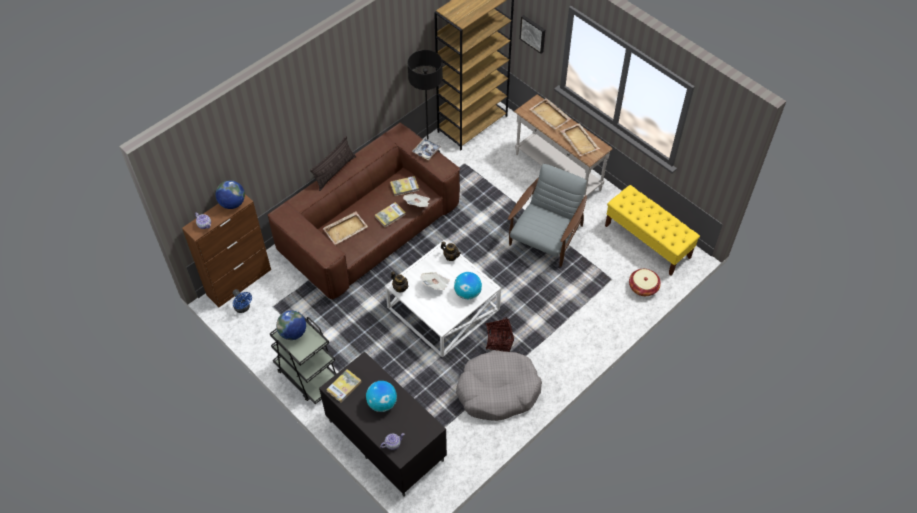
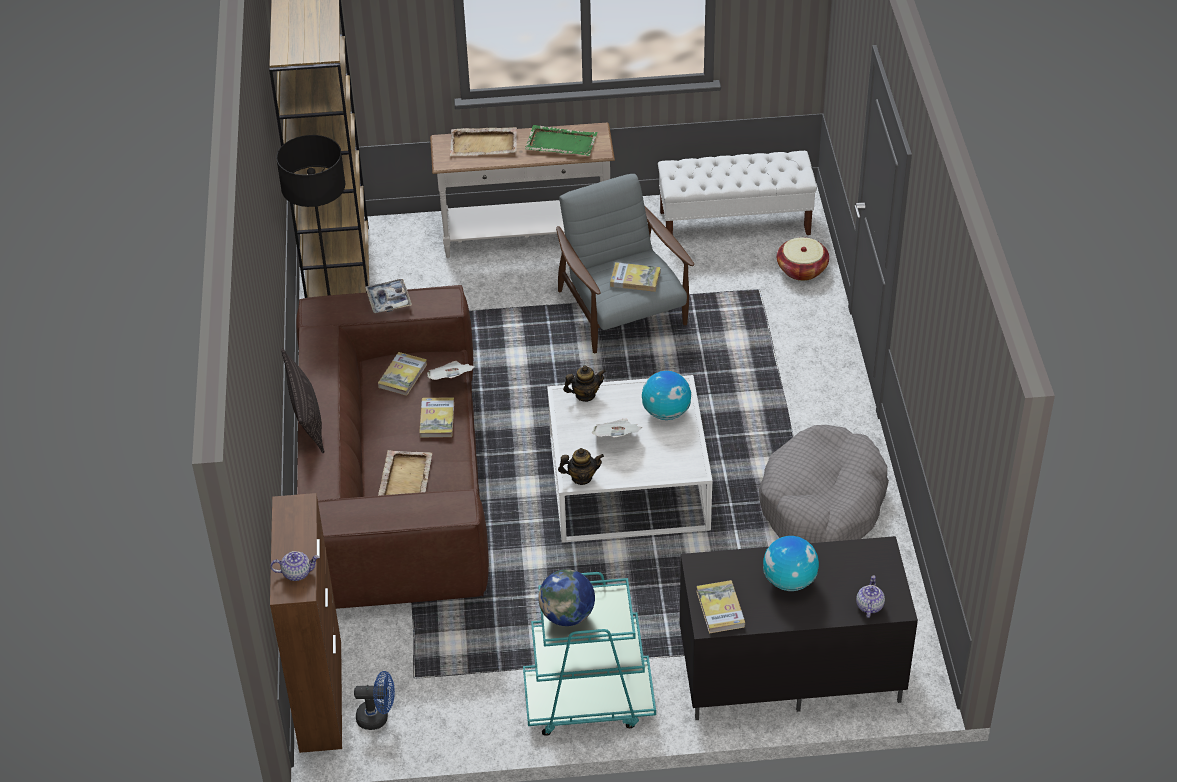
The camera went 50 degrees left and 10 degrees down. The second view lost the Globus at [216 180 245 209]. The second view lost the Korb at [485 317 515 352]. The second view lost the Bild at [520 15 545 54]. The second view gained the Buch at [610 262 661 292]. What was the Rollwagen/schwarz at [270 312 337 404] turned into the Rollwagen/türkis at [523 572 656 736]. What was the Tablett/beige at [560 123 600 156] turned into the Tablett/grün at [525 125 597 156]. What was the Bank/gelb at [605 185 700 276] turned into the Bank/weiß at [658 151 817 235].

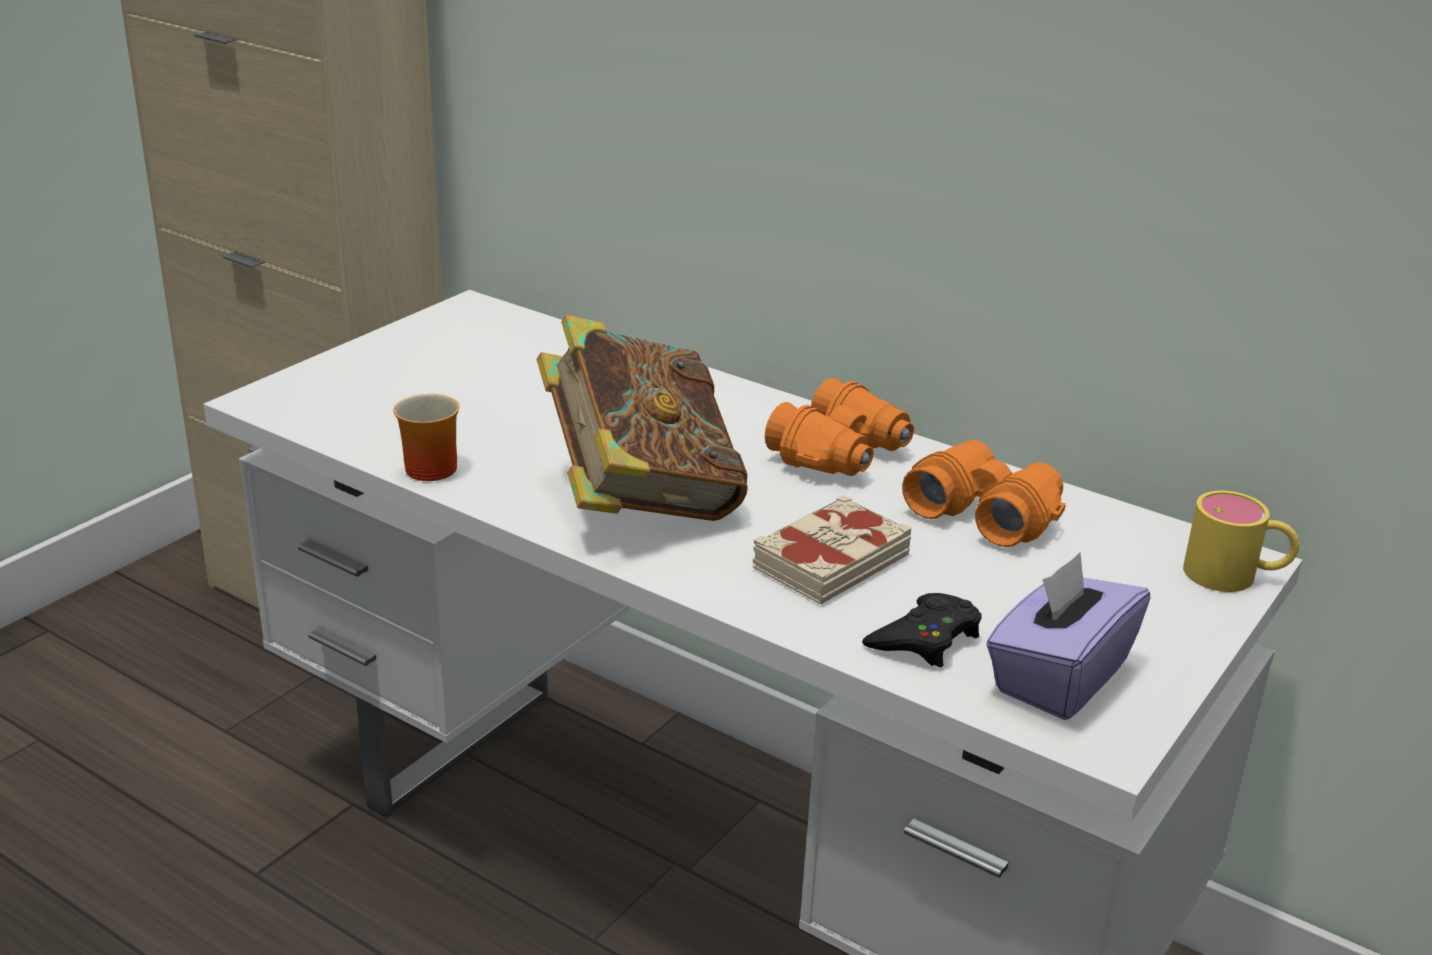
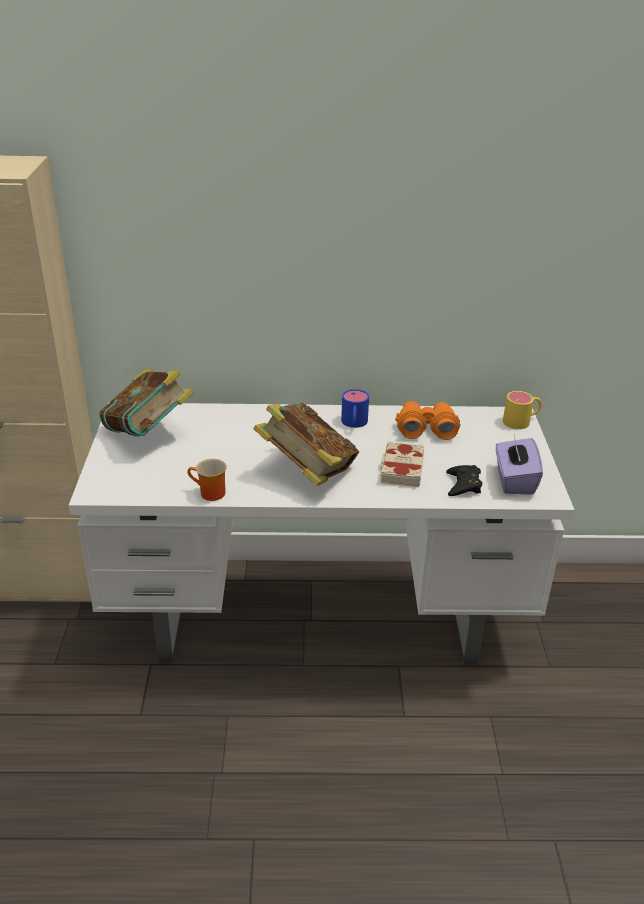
The camera went 35 degrees left and 5 degrees up. The second view gained the Buch at [99 369 194 437]. Where the Fernglas/orange stood at [765 378 914 476], the Henkelbecher/blau came to stand at [341 389 369 428].

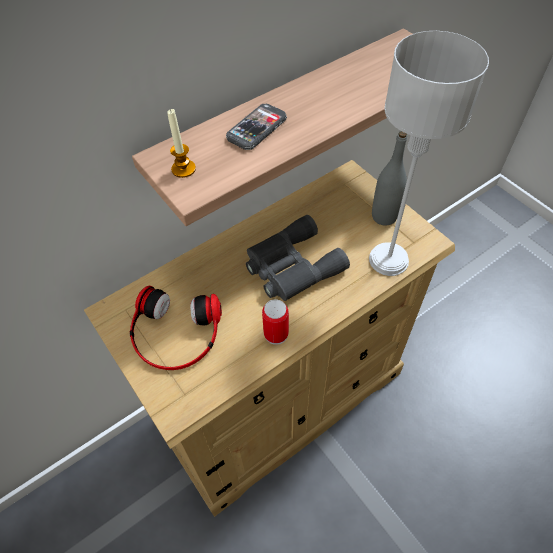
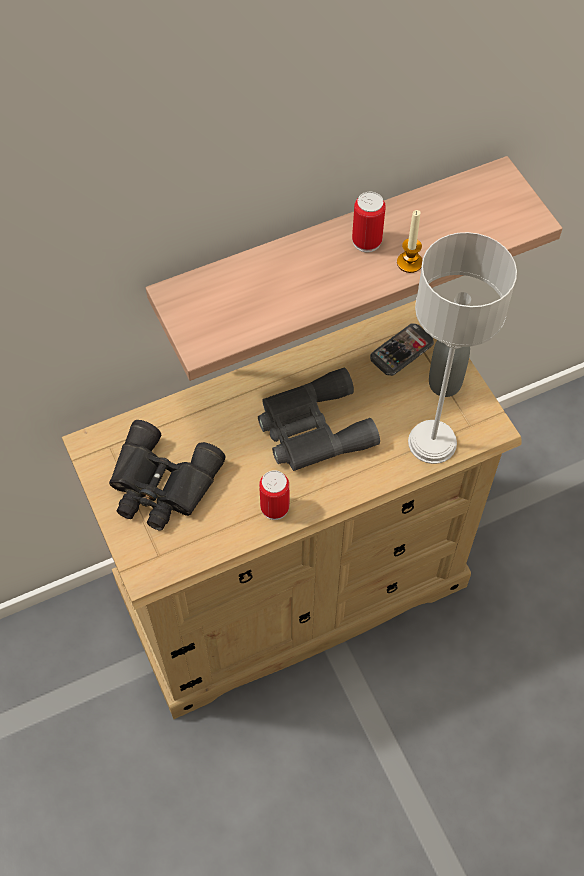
The camera went 10 degrees right and 5 degrees up. The second view gained the Dose at [352 192 386 252]. The Kerze ended up elsewhere, having gone from [168 109 196 178] to [397 210 422 273]. The Handy ended up elsewhere, having gone from [226 104 287 150] to [370 323 434 376]. Where the Kopfhörer stood at [130 286 222 370], the Fernglas/schwarz came to stand at [109 420 225 531].

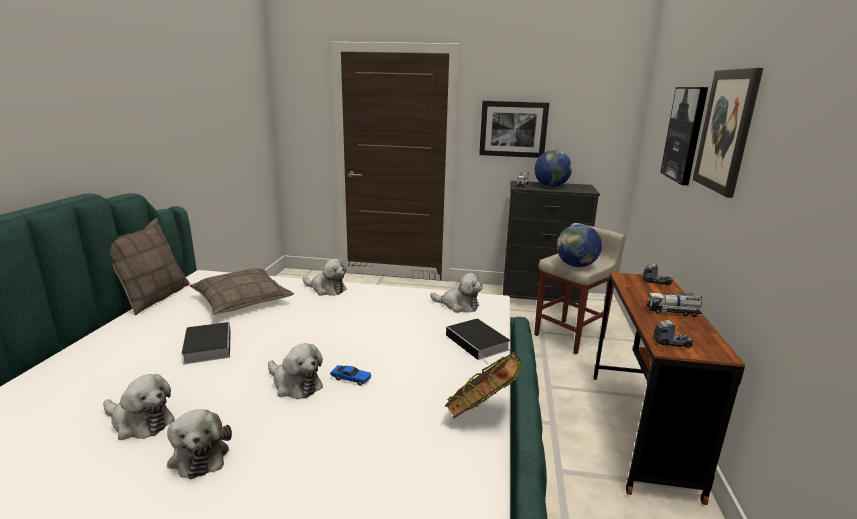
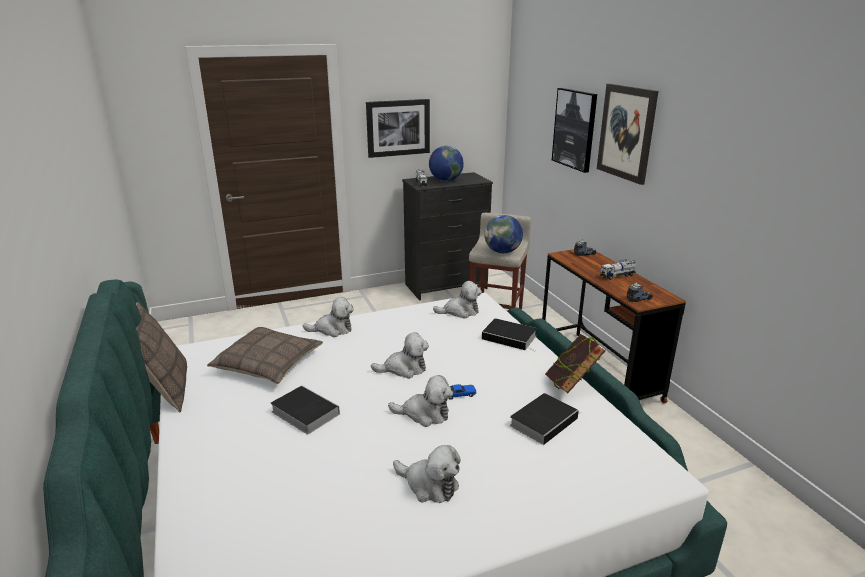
The camera went 30 degrees left and 5 degrees up. The second view gained the Buch at [510 393 580 445]. The Plüschtier ended up elsewhere, having gone from [103 374 175 440] to [371 332 429 379].

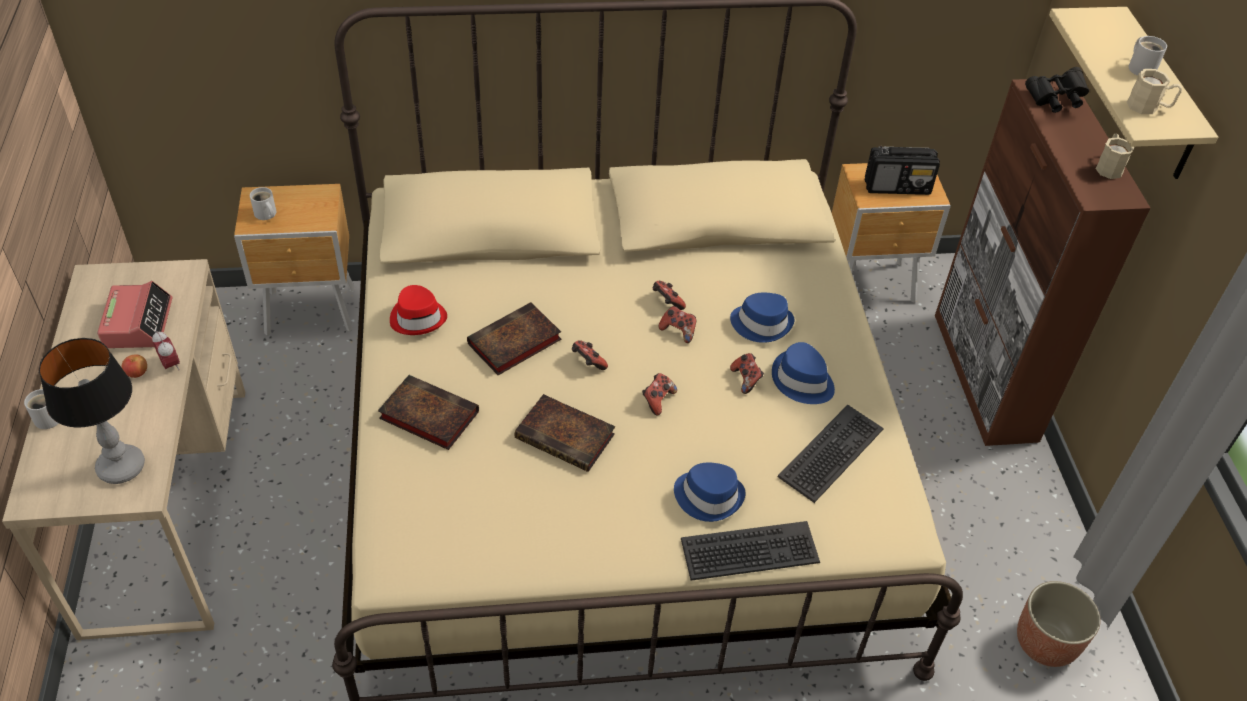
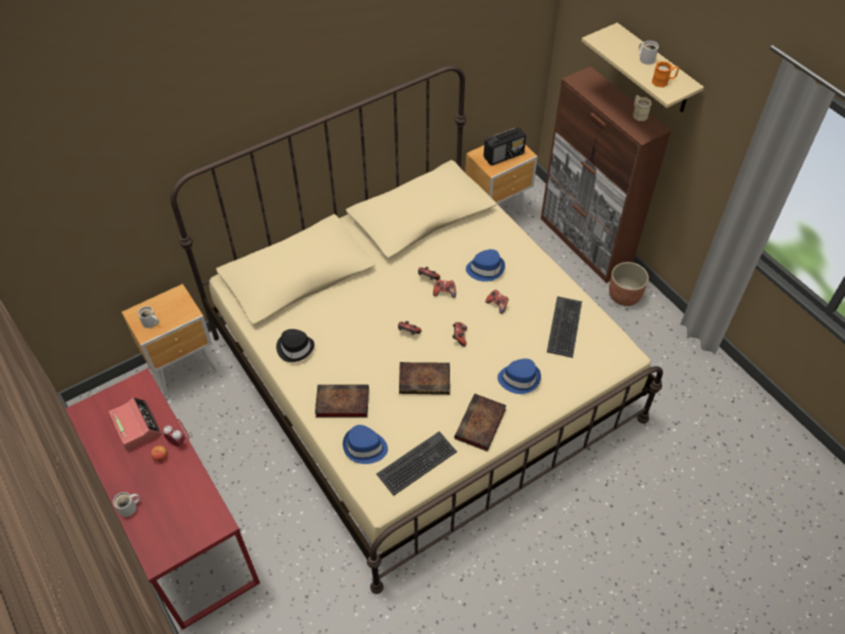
The camera went 25 degrees left and 5 degrees up. The second view lost the Tischlampe at [39 338 145 484]. The second view lost the Fernglas/schwarz at [1025 67 1089 113]. The Buch ended up elsewhere, having gone from [467 302 561 375] to [454 394 507 452]. The Tastatur ended up elsewhere, having gone from [681 521 820 581] to [377 431 457 496]. The Hut/blau ended up elsewhere, having gone from [772 342 835 404] to [343 425 388 464]. The Pflanzkübel ended up elsewhere, having gone from [1017 581 1101 667] to [609 262 649 306]. What was the Schreibtisch/beige at [2 259 245 640] turned into the Schreibtisch/rot at [65 368 260 630]. What was the Hut/rot at [390 285 447 335] turned into the Hut/schwarz at [276 329 315 362]. What was the Henkelbecher/beige at [1127 69 1182 114] turned into the Henkelbecher/orange at [652 61 679 88].

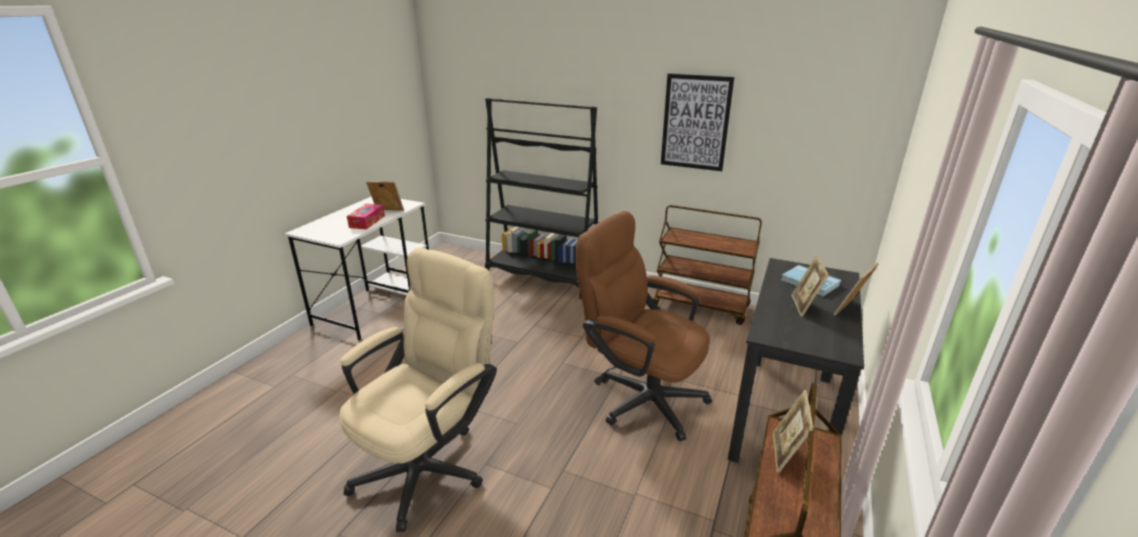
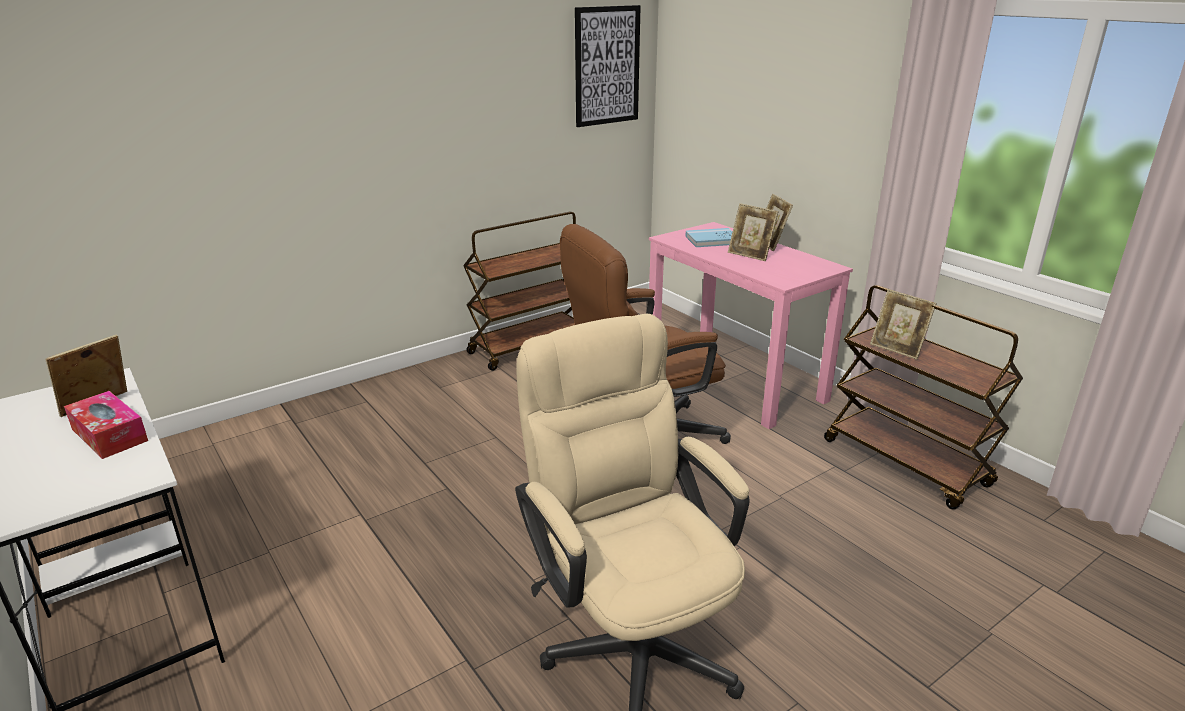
The camera went 60 degrees left and 0 degrees up. The second view lost the Bücherregal/schwarz at [485 98 599 299]. The Bild ended up elsewhere, having gone from [661 73 734 171] to [575 5 641 127]. What was the Schreibtisch/schwarz at [728 258 864 463] turned into the Schreibtisch/rosa at [649 222 853 429].

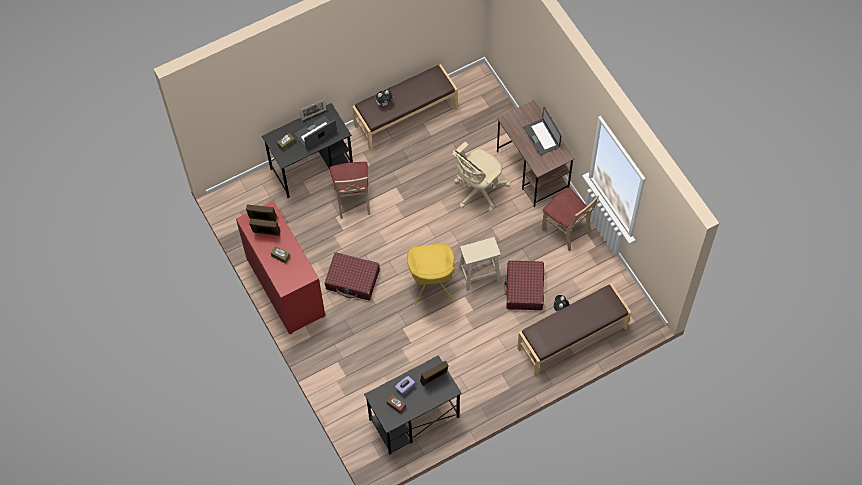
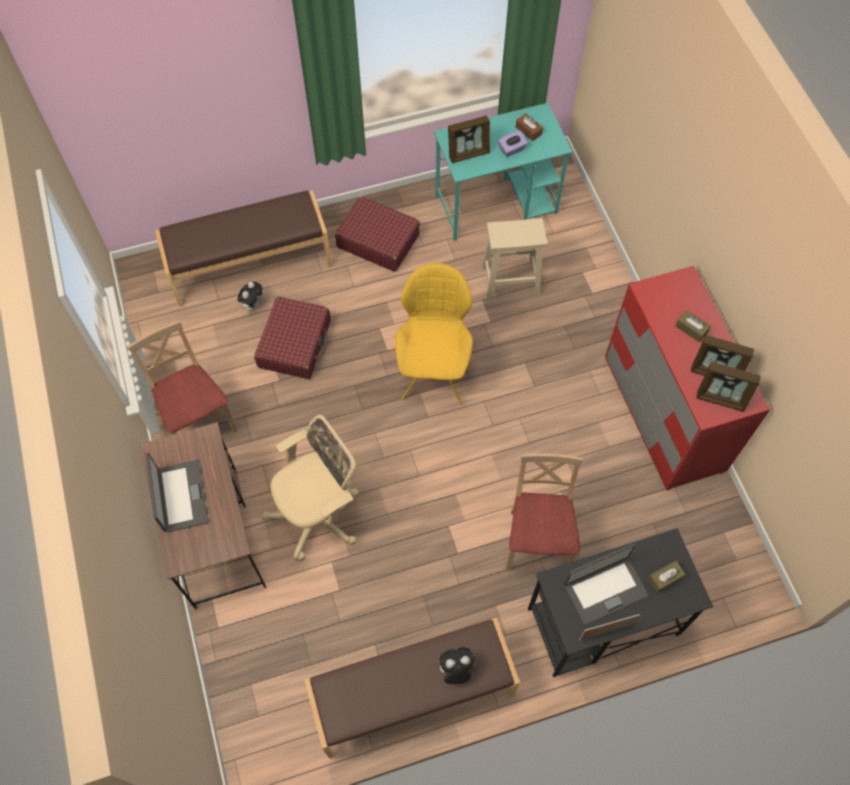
The camera went 170 degrees left and 0 degrees up. The Koffer/rot ended up elsewhere, having gone from [325 252 380 300] to [335 197 420 272]. The Hocker/beige ended up elsewhere, having gone from [458 237 501 291] to [482 218 547 300]. What was the Schreibtisch/schwarz at [364 355 462 455] turned into the Schreibtisch/türkis at [434 103 572 241].

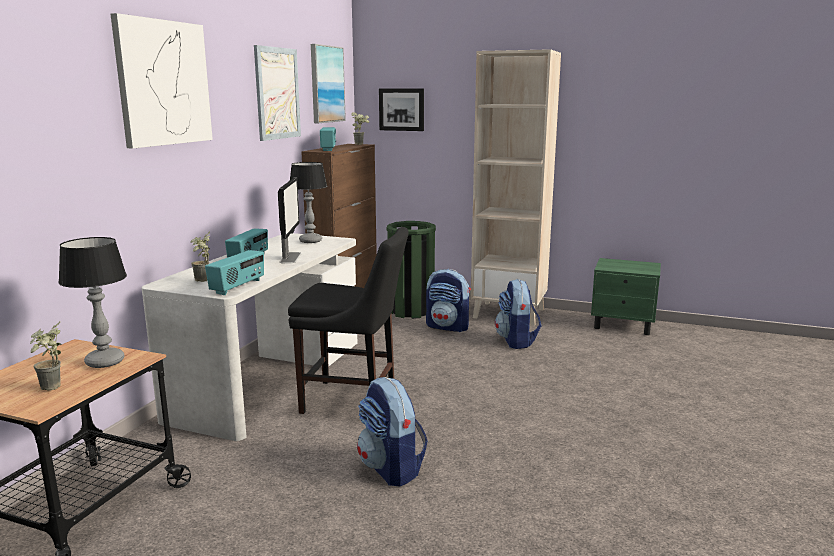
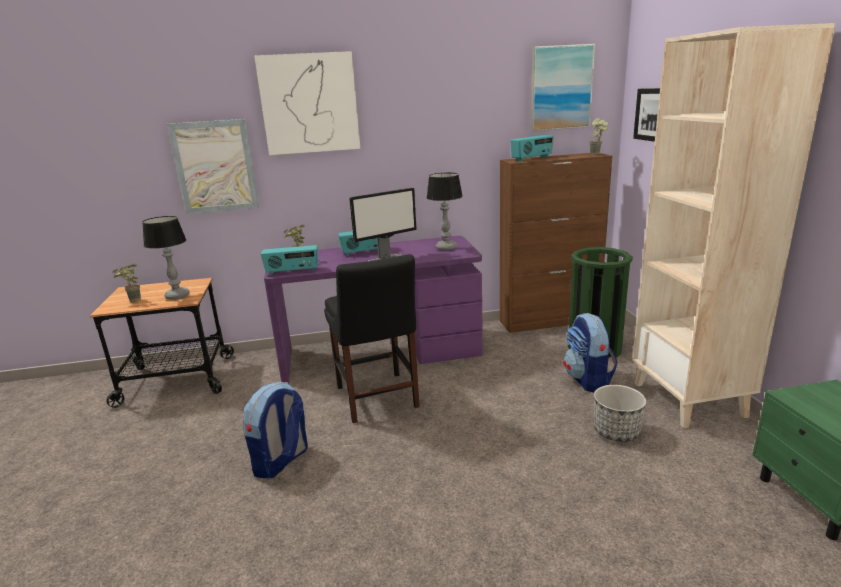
The camera went 60 degrees right and 5 degrees up. The Bild ended up elsewhere, having gone from [254 45 301 141] to [167 119 259 214]. Where the Rucksack stood at [495 279 541 349], the Pflanzkübel came to stand at [594 385 646 442]. What was the Schreibtisch/weiß at [141 233 357 441] turned into the Schreibtisch/lila at [264 236 483 383].

